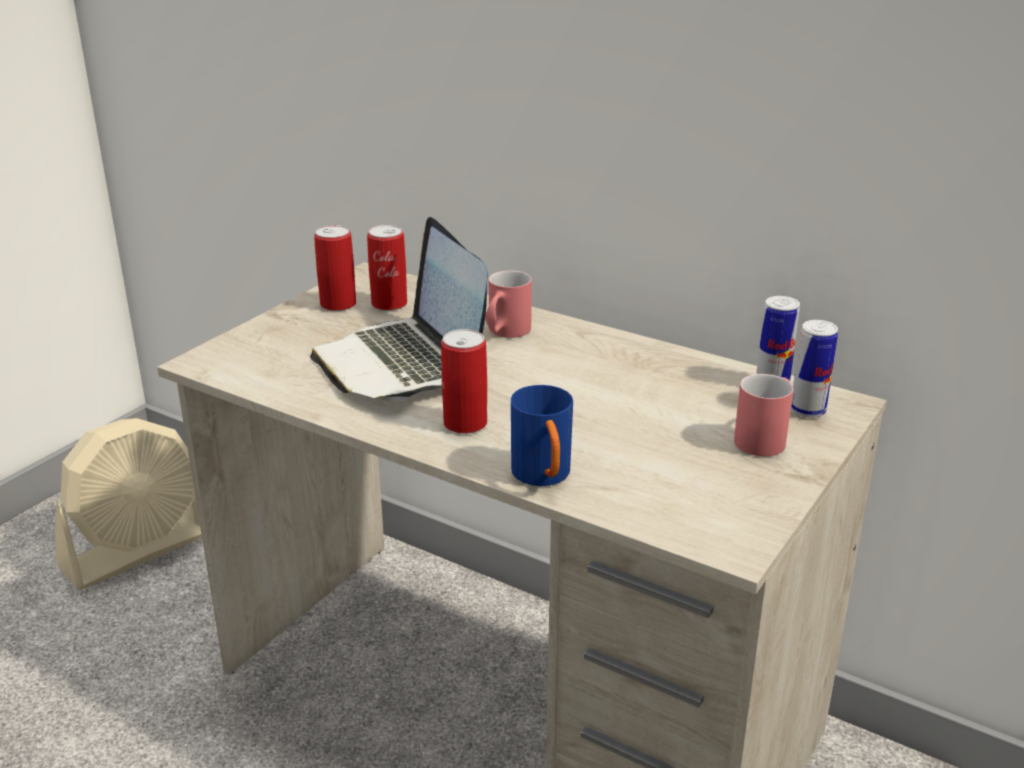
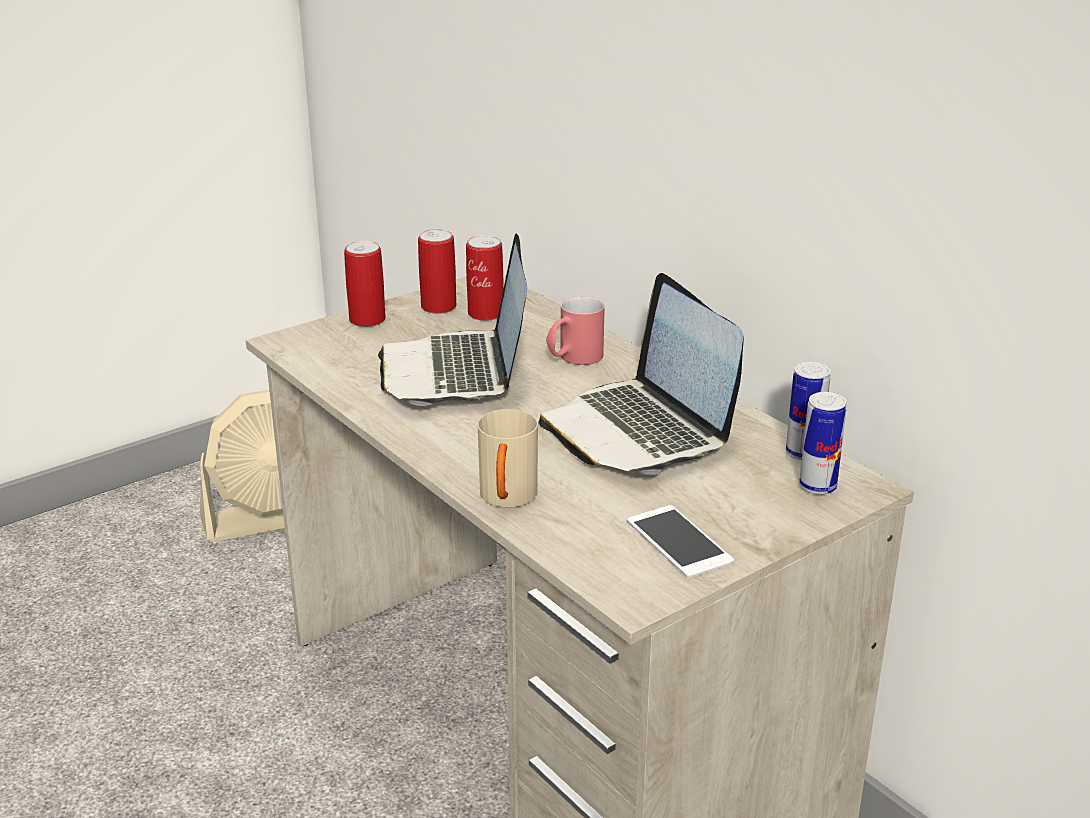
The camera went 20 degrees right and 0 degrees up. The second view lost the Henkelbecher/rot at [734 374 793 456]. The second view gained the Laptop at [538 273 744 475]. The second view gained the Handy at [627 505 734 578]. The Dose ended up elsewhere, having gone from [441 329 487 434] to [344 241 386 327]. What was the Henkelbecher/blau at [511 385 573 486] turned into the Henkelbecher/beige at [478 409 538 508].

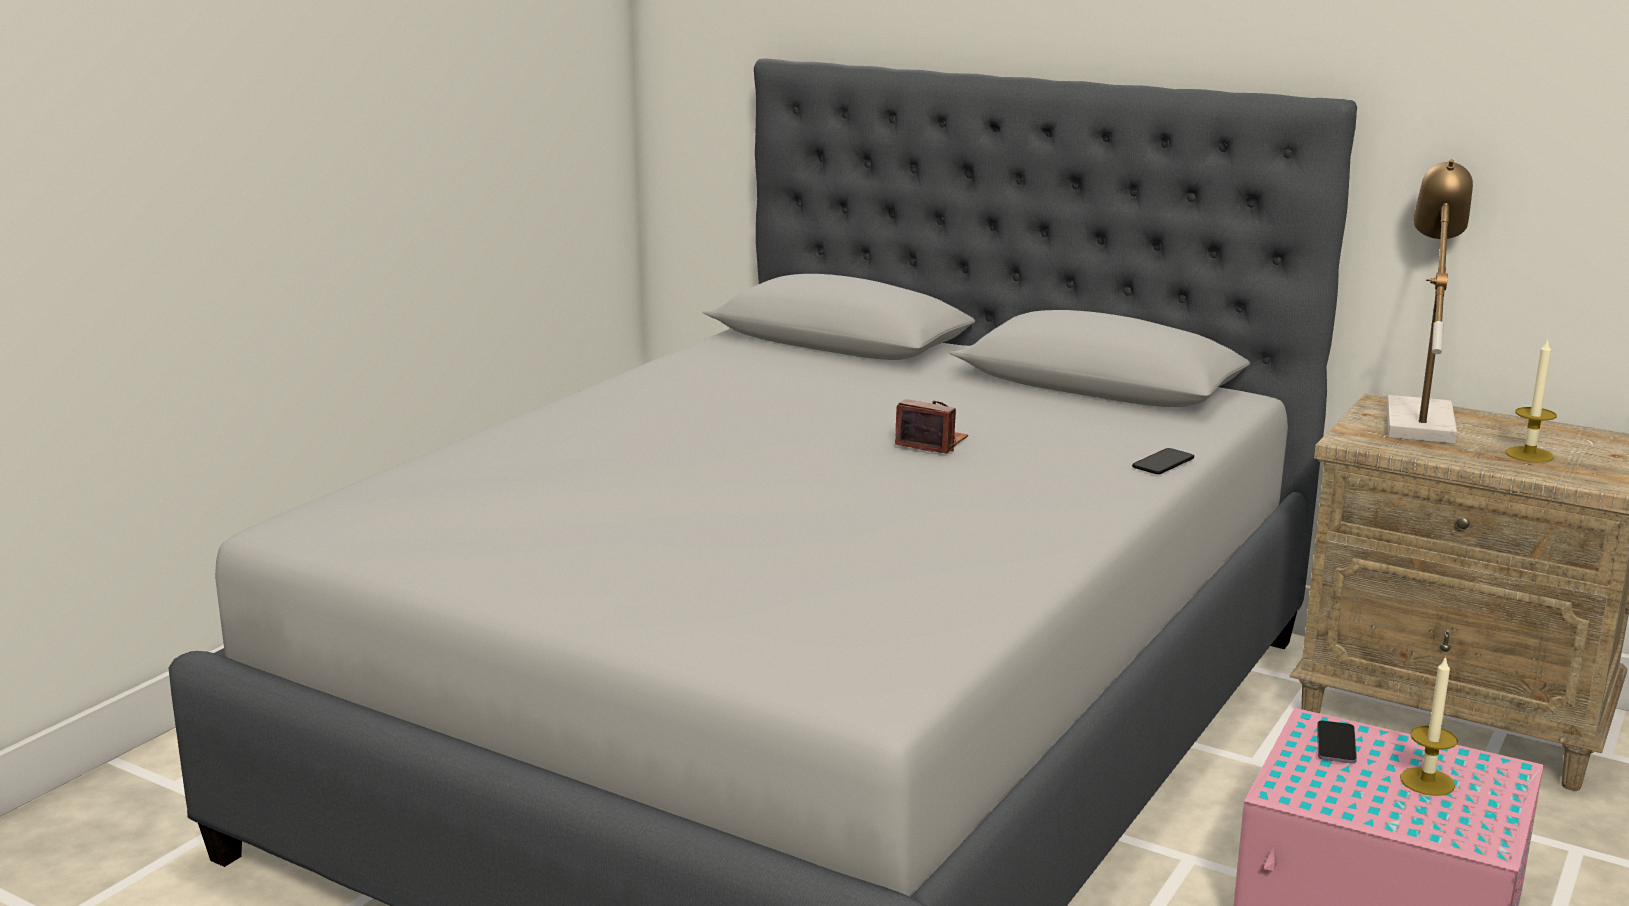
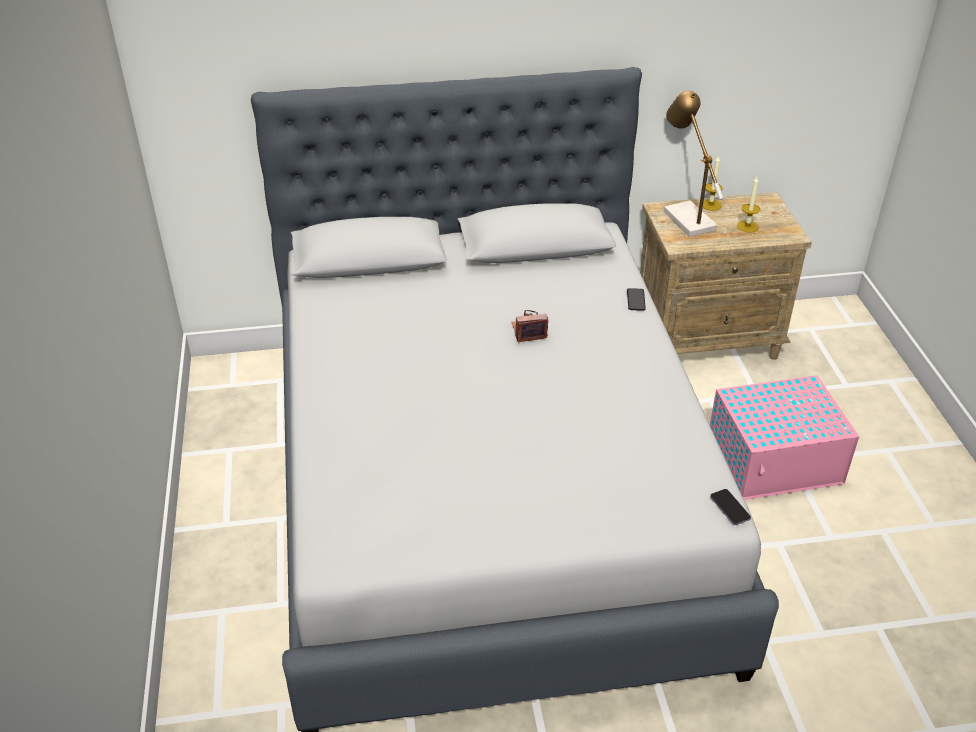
The camera went 40 degrees left and 20 degrees up. The Handy ended up elsewhere, having gone from [1317 720 1357 763] to [710 489 751 525]. The Kerze ended up elsewhere, having gone from [1400 655 1458 796] to [703 155 723 211].

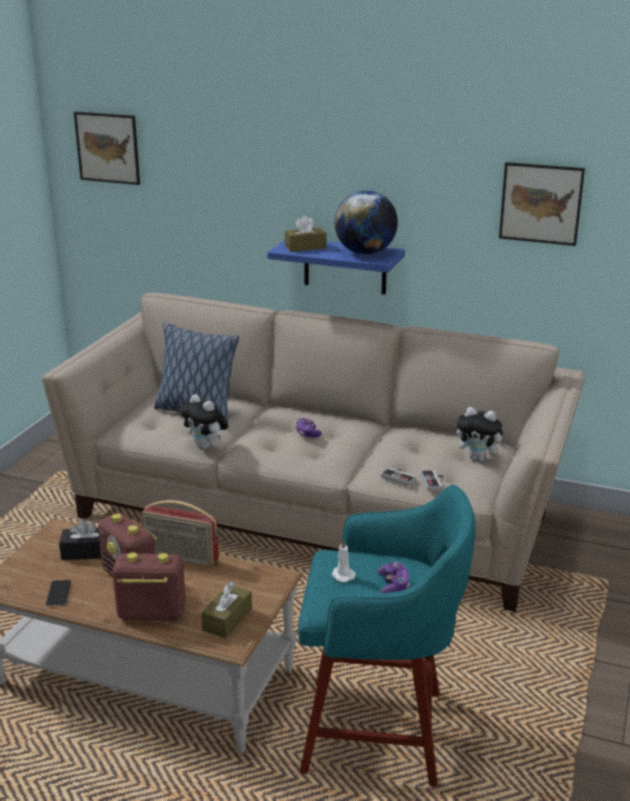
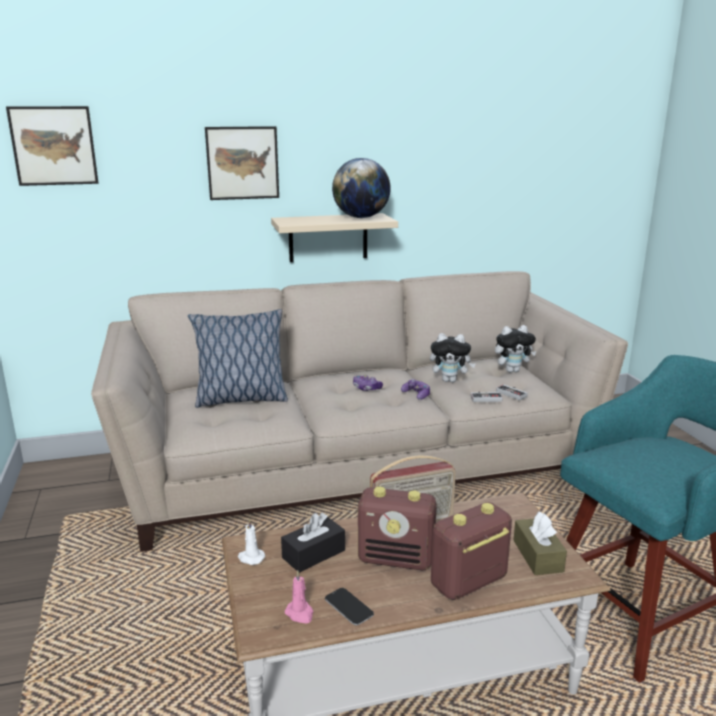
The camera went 35 degrees left and 5 degrees down. The second view lost the Taschentuchbox/braun at [285 215 327 252]. The second view gained the Kerze/rosa at [285 570 313 624]. The Plüschtier ended up elsewhere, having gone from [179 394 229 449] to [430 333 476 382]. The Kerze/weiß ended up elsewhere, having gone from [332 539 356 582] to [238 518 265 565]. The Gamepad ended up elsewhere, having gone from [377 562 410 593] to [401 379 430 400]. The Bild ended up elsewhere, having gone from [499 162 585 246] to [205 126 279 200]. What was the Wandregal/blau at [267 240 405 294] turned into the Wandregal/beige at [271 213 398 262].

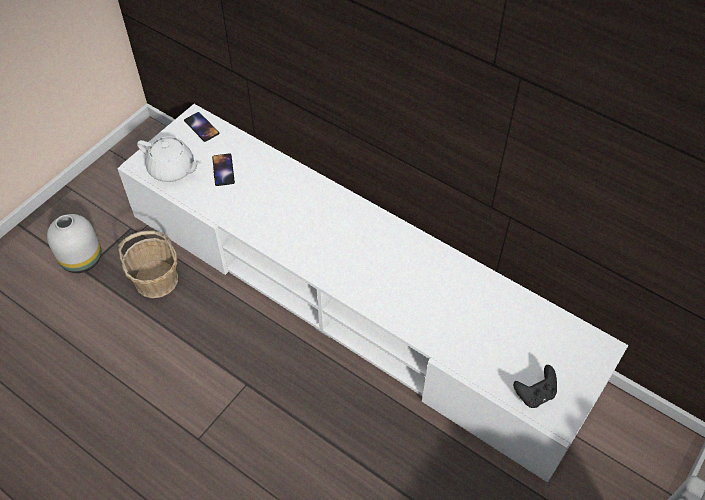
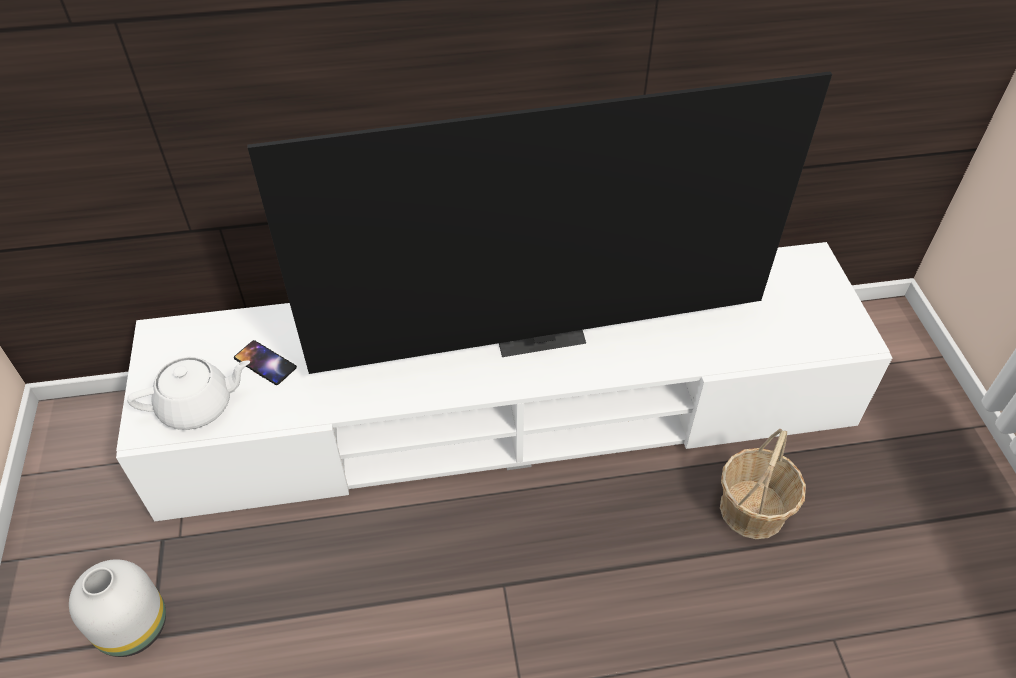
The camera went 45 degrees left and 5 degrees down. The second view lost the Handy at [184 112 220 142]. The second view lost the Gamepad/schwarz at [513 365 557 408]. The second view gained the Fernseher at [247 71 832 374]. The Korb ended up elsewhere, having gone from [118 231 178 298] to [720 429 806 539].

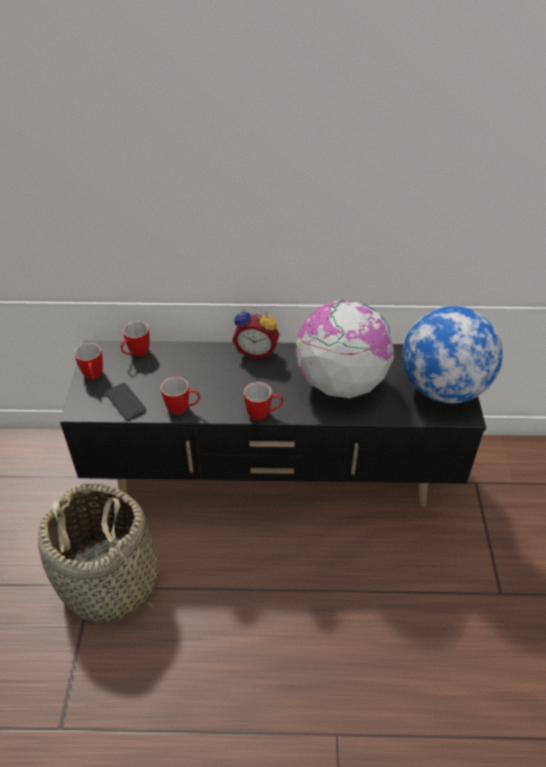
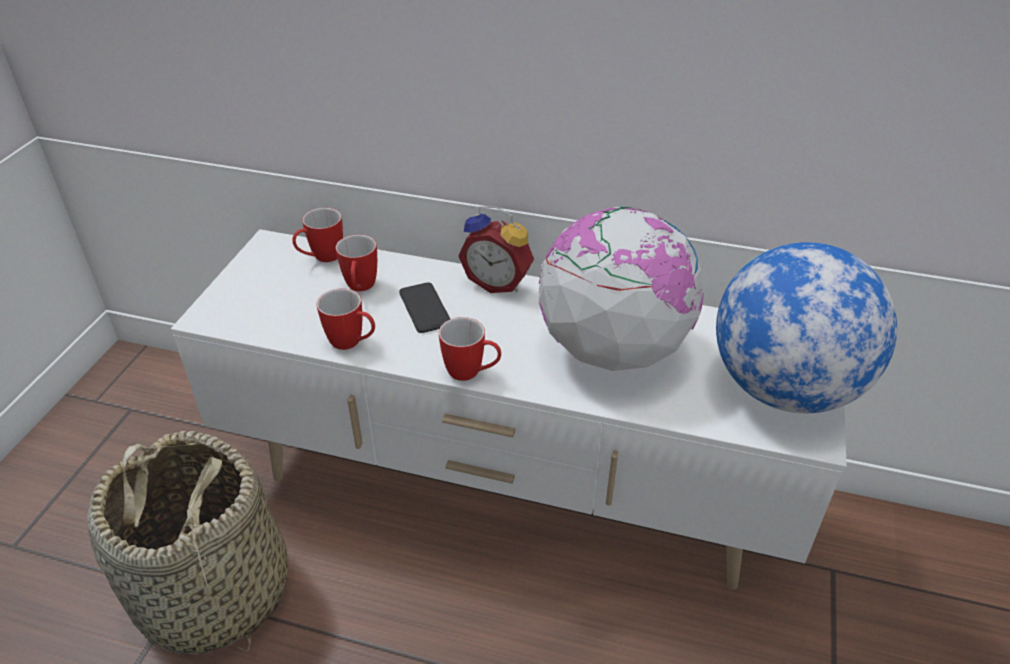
The camera went 15 degrees right and 5 degrees down. The Henkelbecher ended up elsewhere, having gone from [74 343 103 379] to [336 235 377 291]. The Handy ended up elsewhere, having gone from [105 383 146 420] to [399 283 450 333]. What was the Fernsehschrank/schwarz at [60 340 486 507] turned into the Fernsehschrank/weiß at [171 229 847 590].

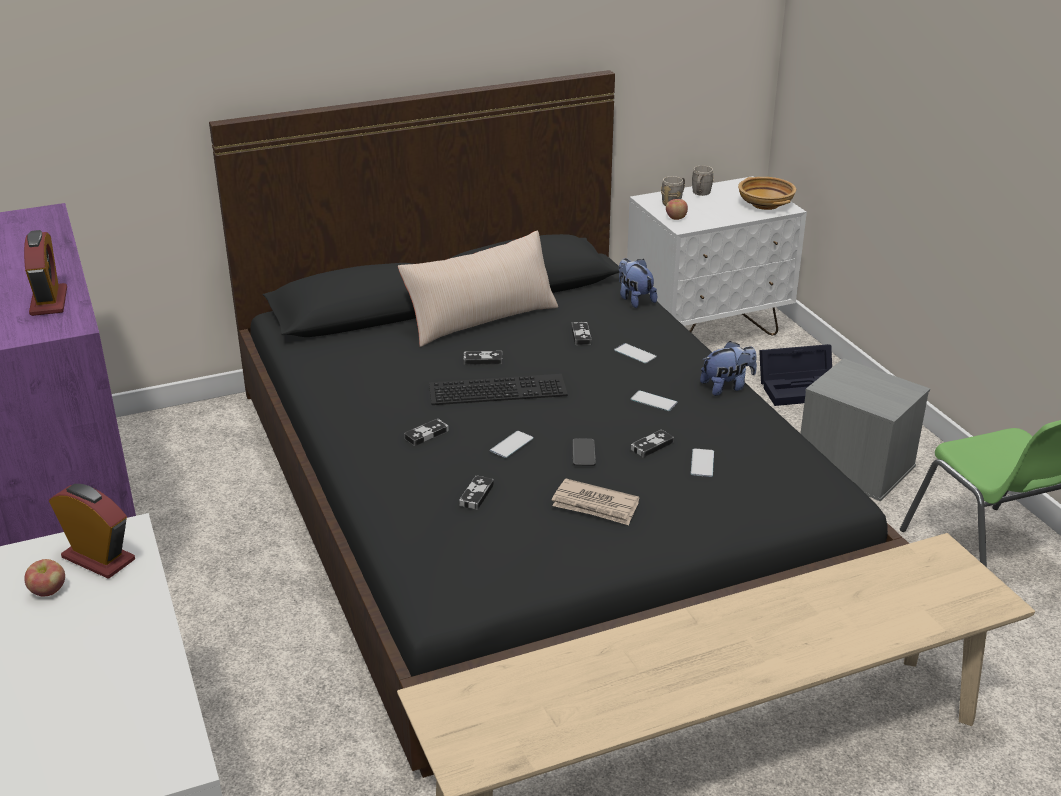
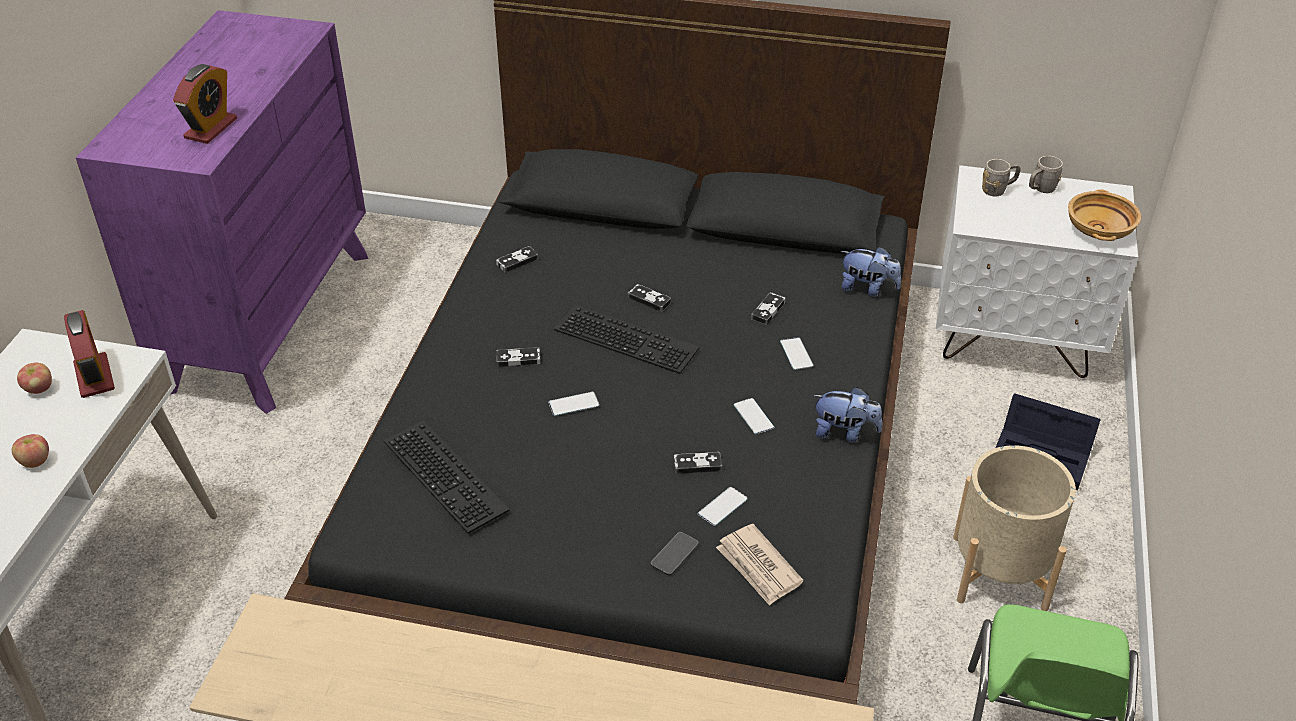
The camera went 35 degrees right and 10 degrees up. The second view lost the Kissen/beige at [398 230 558 347]. The second view gained the Tastatur at [383 420 510 534]. The Gamepad ended up elsewhere, having gone from [459 475 494 510] to [496 246 538 273]. The Zeitung ended up elsewhere, having gone from [552 479 639 525] to [716 524 803 606]. The Handy ended up elsewhere, having gone from [572 439 596 466] to [650 532 699 575]. The Apfel ended up elsewhere, having gone from [666 199 688 220] to [12 434 49 468]. Where the Aufbewahrungsbox/grau stood at [800 358 930 501], the Pflanzkübel/beige came to stand at [953 445 1076 611]. The Plüschtier at [619 258 657 308] ended up facing another way, 105 degrees clockwise from before.

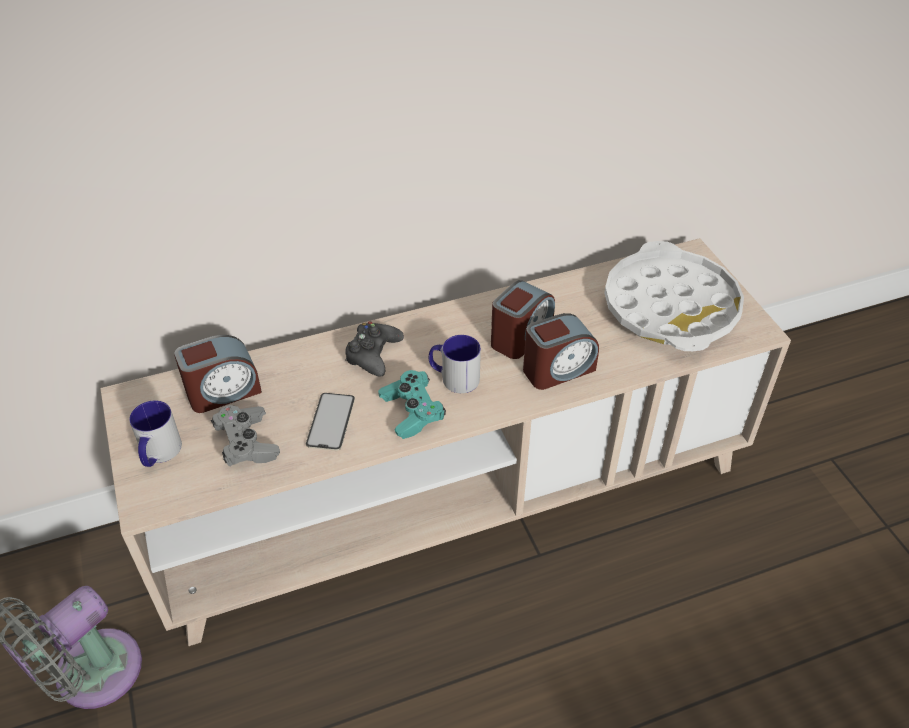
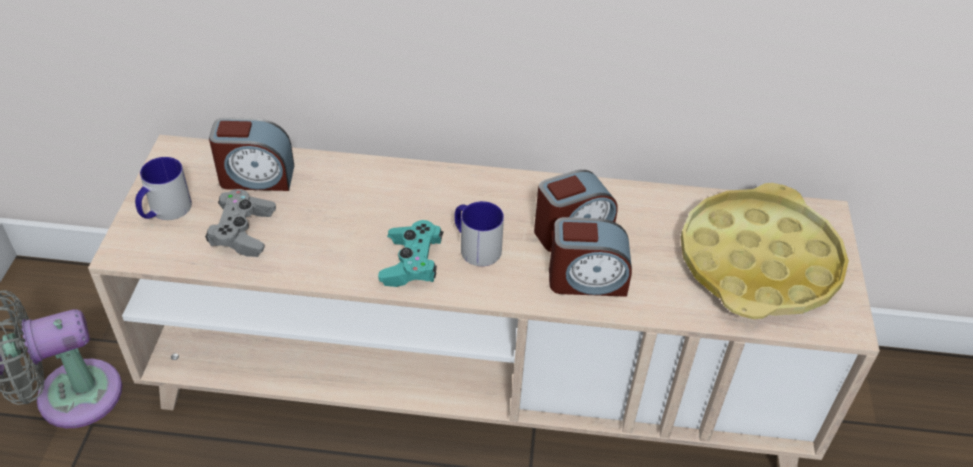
The camera went 25 degrees right and 0 degrees up. The second view lost the Handy at [306 393 355 451]. The second view lost the Gamepad/schwarz at [345 322 404 377]. What was the Tablett/weiß at [604 241 744 351] turned into the Tablett/gelb at [681 183 849 319].

